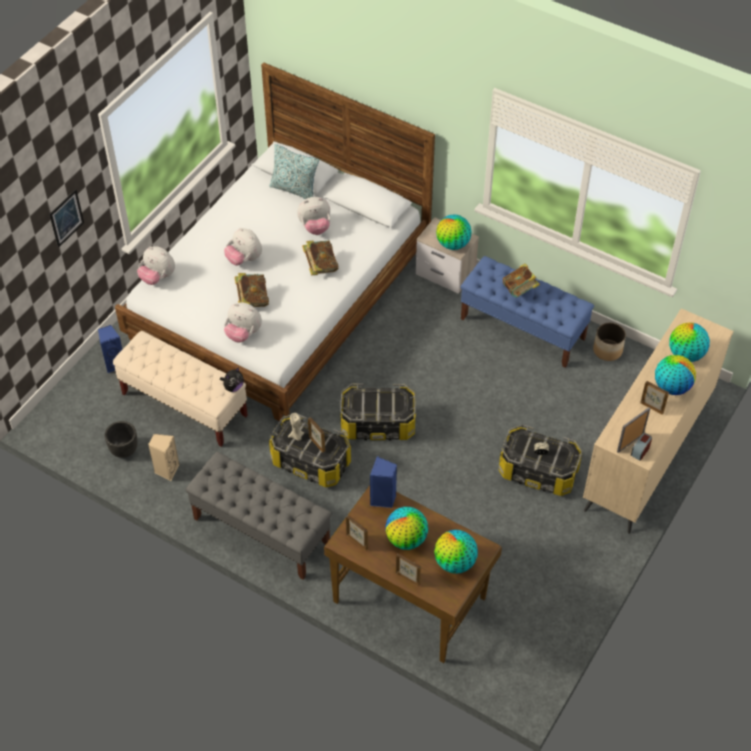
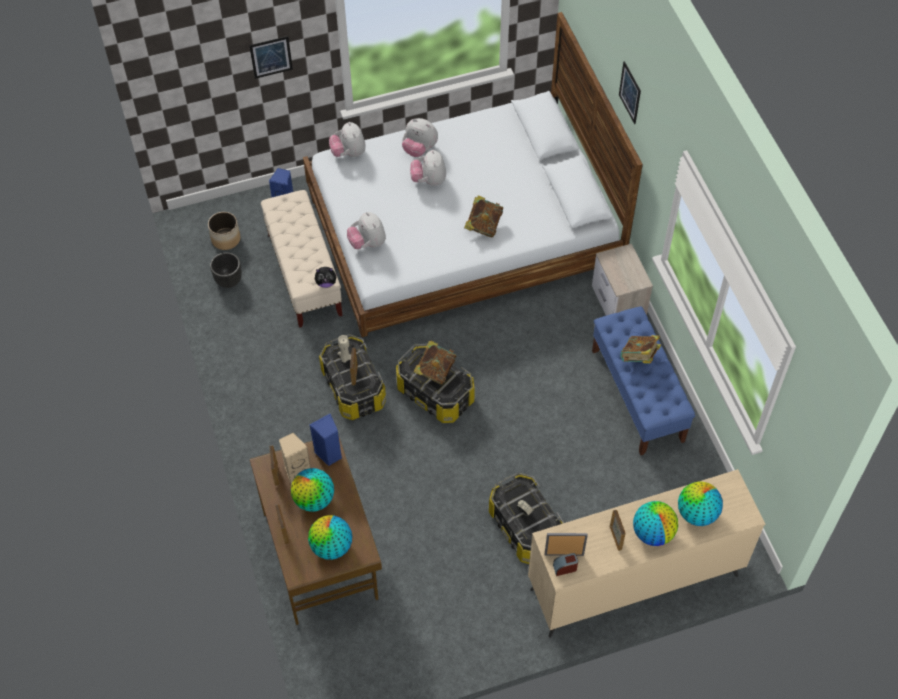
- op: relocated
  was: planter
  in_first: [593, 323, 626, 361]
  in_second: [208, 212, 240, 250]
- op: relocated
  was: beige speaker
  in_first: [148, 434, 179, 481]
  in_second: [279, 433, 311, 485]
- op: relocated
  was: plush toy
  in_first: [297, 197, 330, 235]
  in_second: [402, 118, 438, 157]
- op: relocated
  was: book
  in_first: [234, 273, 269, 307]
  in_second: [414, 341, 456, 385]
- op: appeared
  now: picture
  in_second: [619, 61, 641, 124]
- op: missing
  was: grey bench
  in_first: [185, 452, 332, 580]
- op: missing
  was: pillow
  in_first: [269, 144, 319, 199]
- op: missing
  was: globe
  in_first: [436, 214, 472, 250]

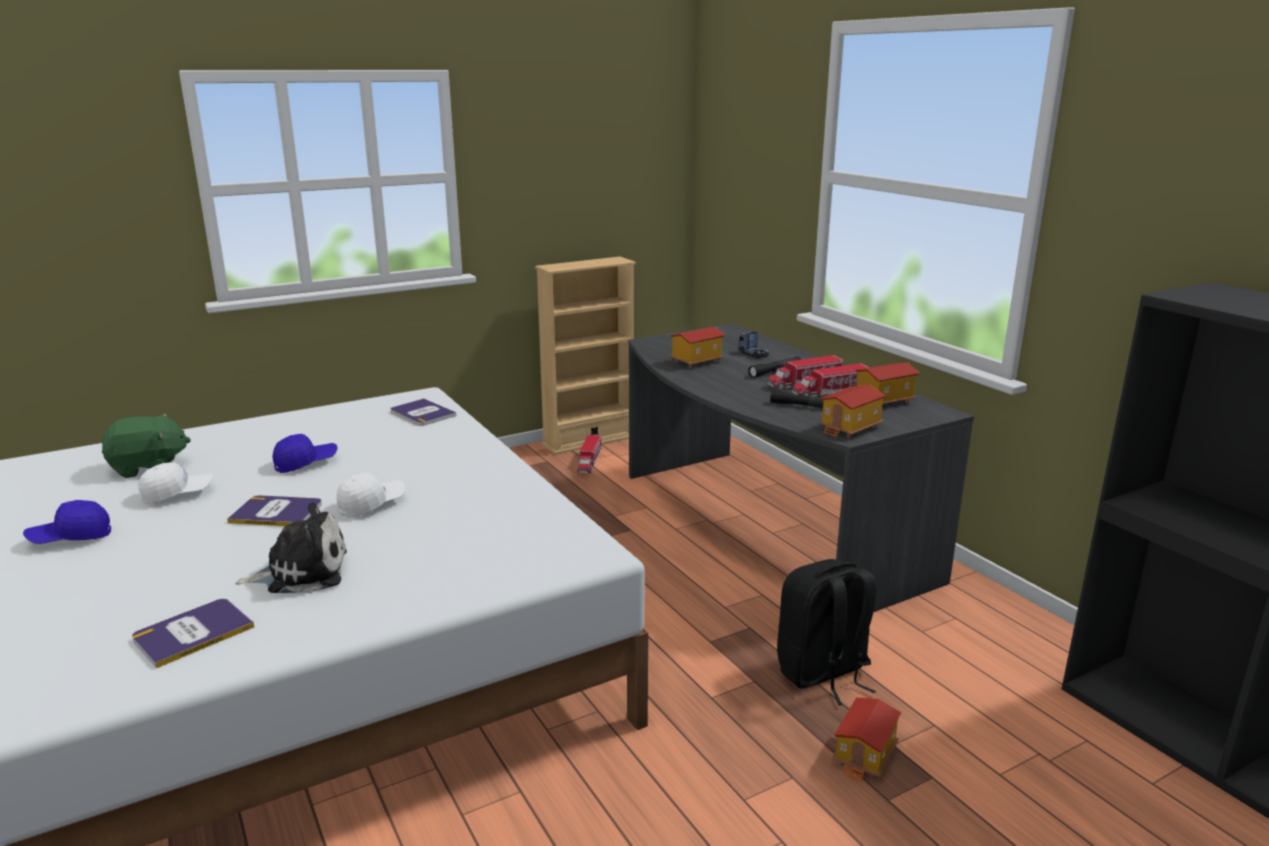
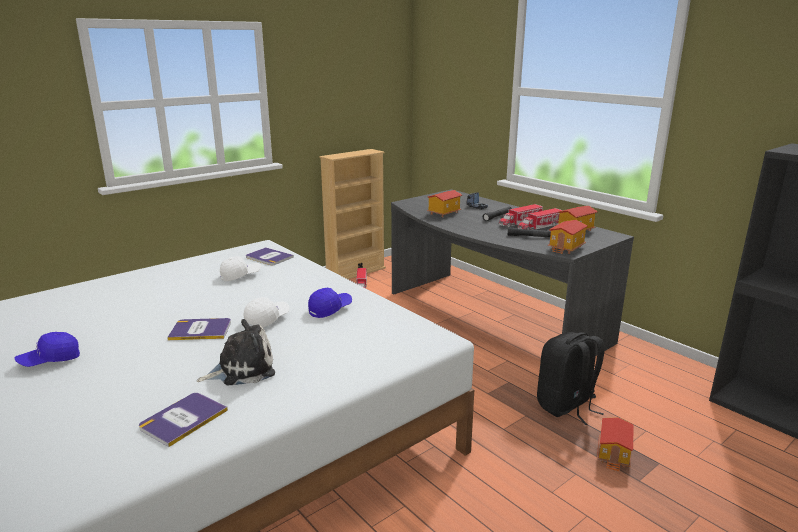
- op: relocated
  was: white cap
  in_first: [138, 462, 213, 504]
  in_second: [220, 256, 261, 281]
- op: relocated
  was: blue cap
  in_first: [272, 434, 337, 473]
  in_second: [308, 288, 352, 318]
- op: missing
  was: green plush toy
  in_first: [102, 413, 191, 478]

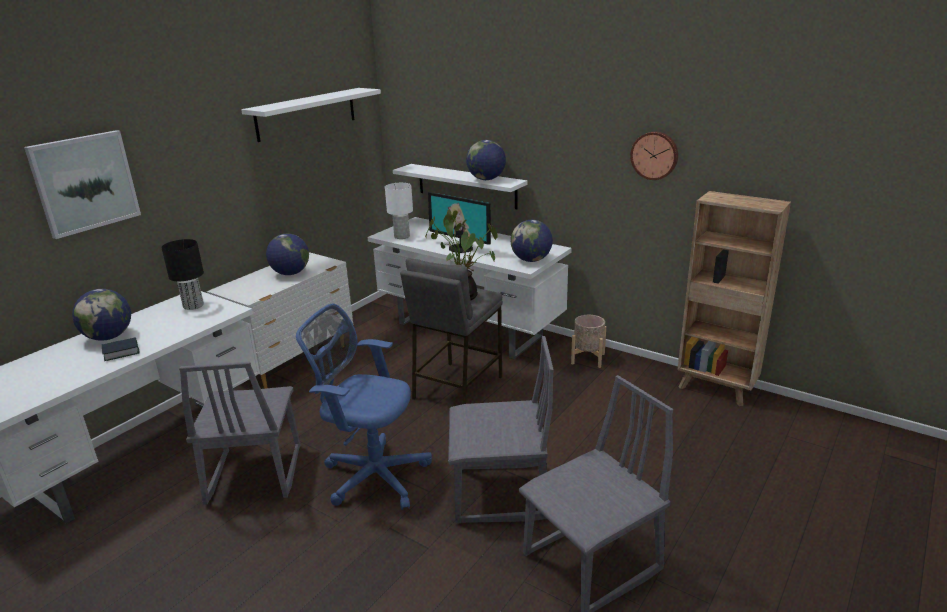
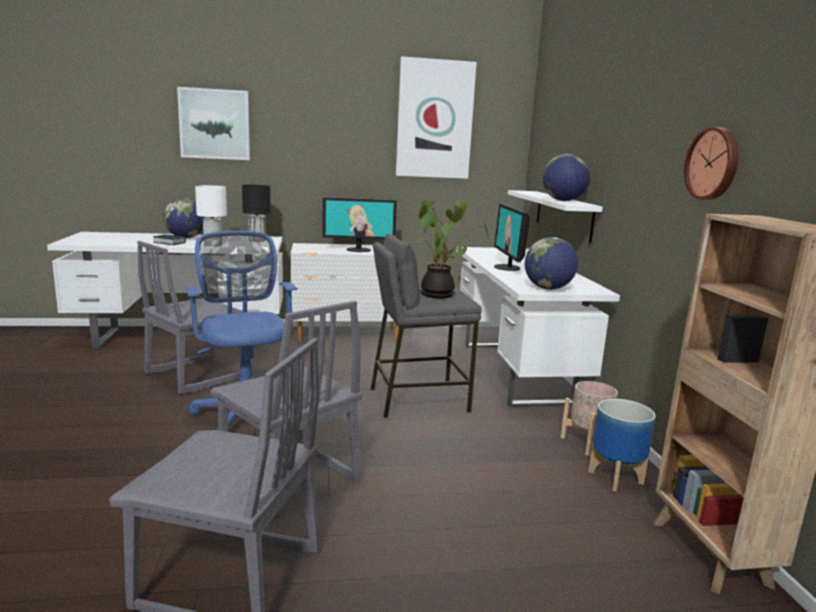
- op: relocated
  was: white table lamp
  in_first: [385, 183, 413, 239]
  in_second: [195, 185, 227, 246]
- op: exchanged
  was: globe
  now: monitor
  in_first: [266, 234, 309, 275]
  in_second: [322, 197, 397, 252]
- op: exchanged
  was: white shelf
  now: picture
  in_first: [241, 88, 381, 142]
  in_second: [396, 56, 477, 179]
- op: appeared
  now: planter
  in_second: [588, 399, 656, 491]

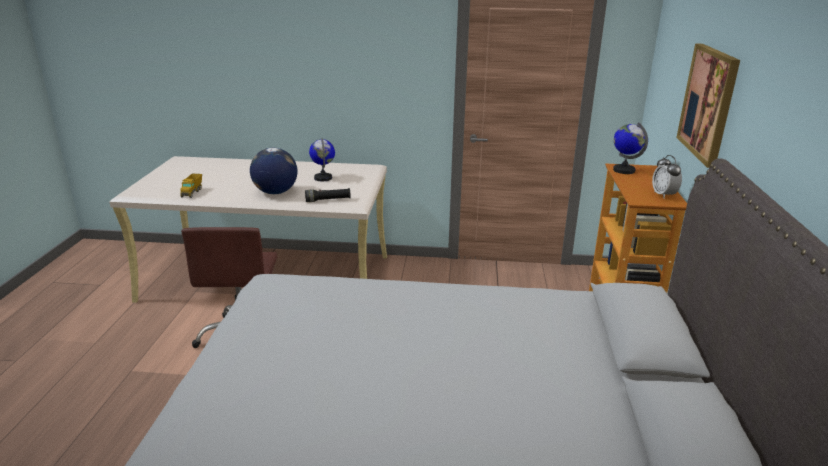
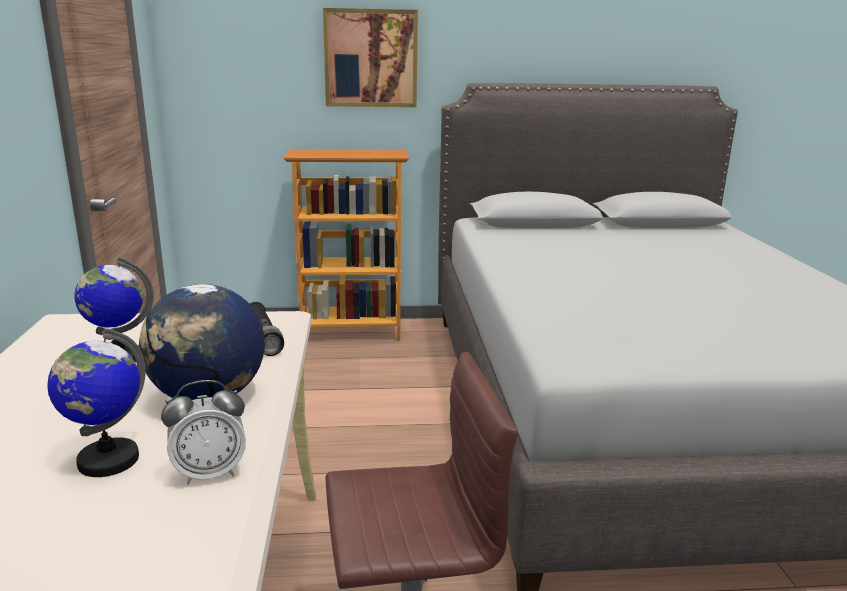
- op: relocated
  was: globe
  in_first: [613, 122, 648, 174]
  in_second: [47, 328, 146, 477]
- op: relocated
  was: alarm clock
  in_first: [652, 155, 682, 198]
  in_second: [161, 380, 246, 485]
- op: missing
  was: toy truck
  in_first: [180, 174, 202, 198]

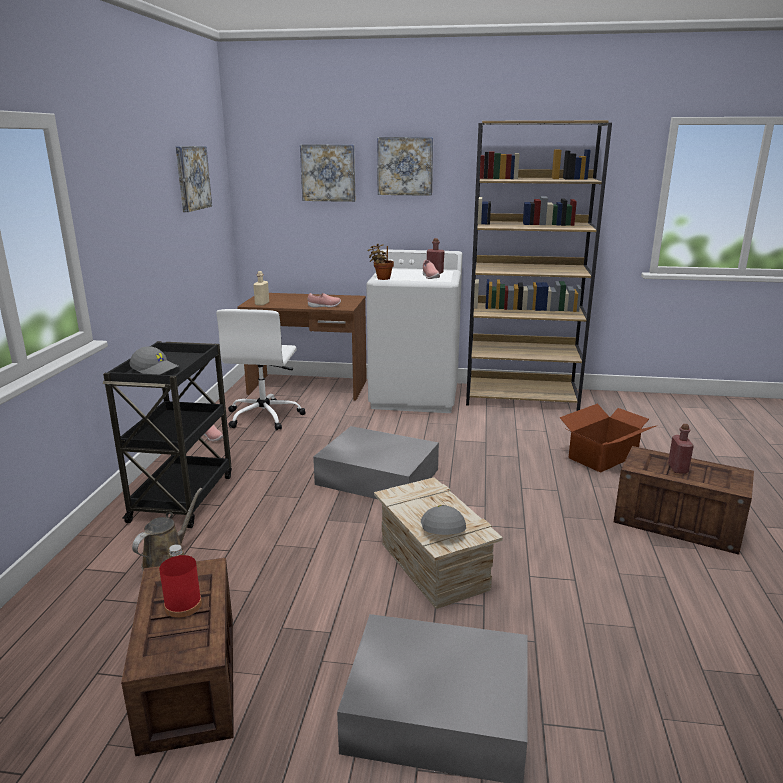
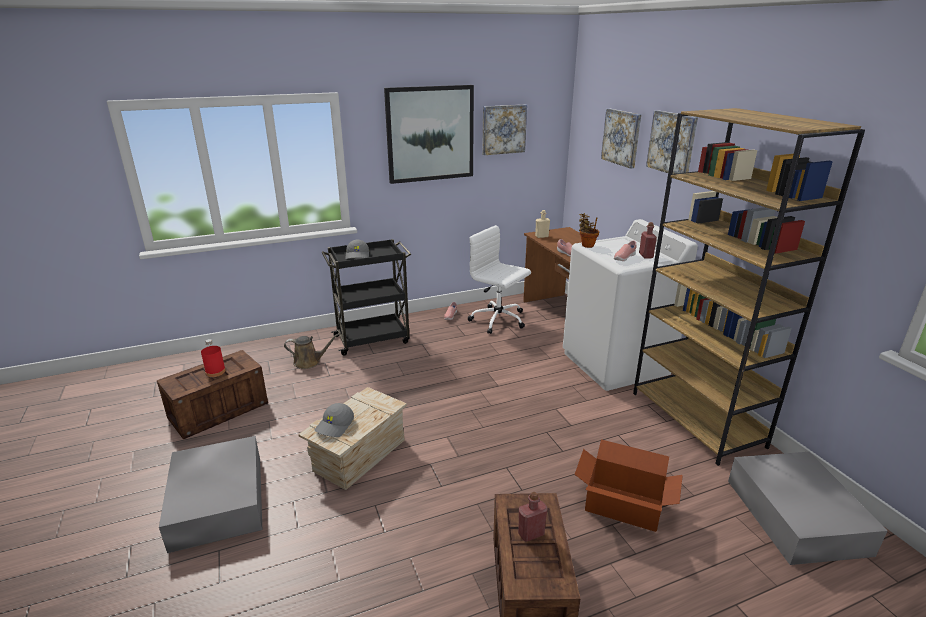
- op: spun
  was: grey cap
  in_first: [421, 505, 466, 535]
  in_second: [315, 403, 354, 437]
  clockwise: 150
- op: appeared
  now: picture
  in_second: [384, 85, 474, 184]
- op: spun
  was: white office chair
  in_first: [216, 309, 305, 430]
  in_second: [468, 225, 531, 334]
  clockwise: 60
- op: relocated
  was: grey storage box
  in_first: [313, 426, 439, 499]
  in_second: [728, 452, 887, 565]

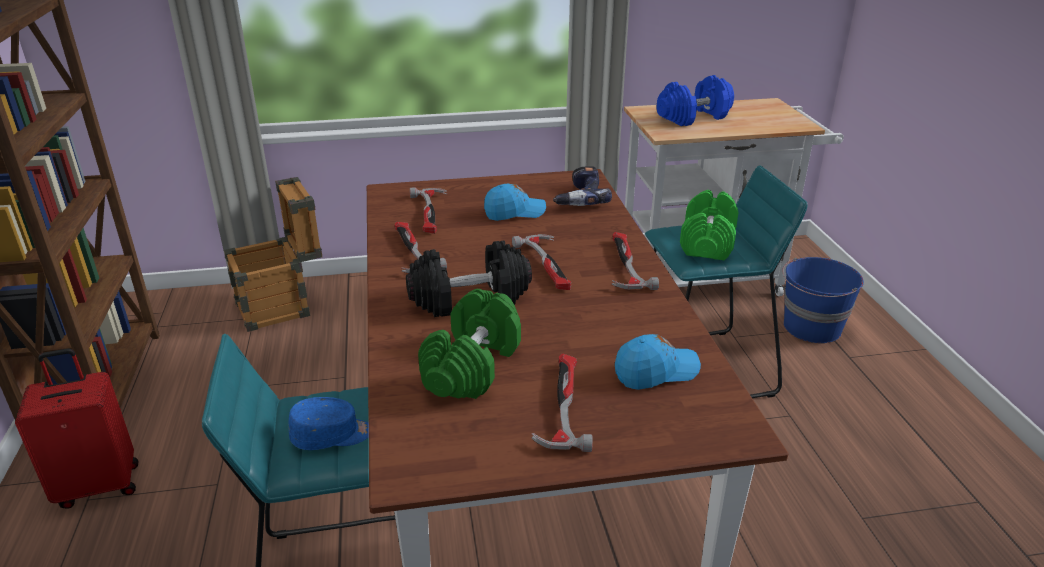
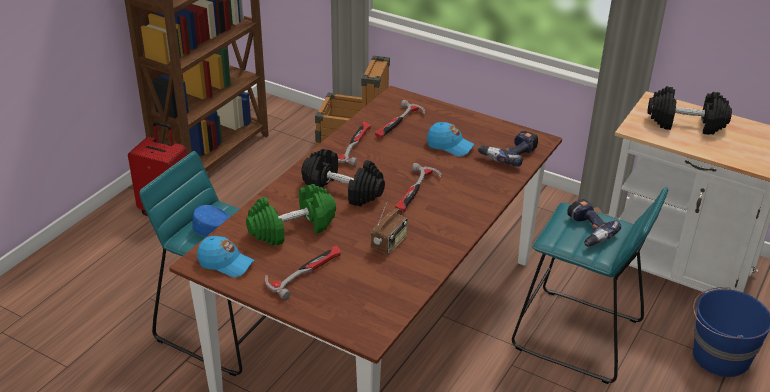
- op: relocated
  was: blue cap
  in_first: [615, 334, 701, 390]
  in_second: [197, 236, 254, 277]
- op: appeared
  now: radio
  in_second: [371, 200, 408, 255]
- op: exchanged
  was: green dumbbell
  now: power drill
  in_first: [680, 190, 739, 260]
  in_second: [567, 199, 621, 247]
- op: colour
  was: blue dumbbell
  now: black dumbbell
  in_first: [656, 75, 734, 126]
  in_second: [647, 86, 732, 135]
- op: missing
  was: hammer
  in_first: [612, 232, 659, 290]

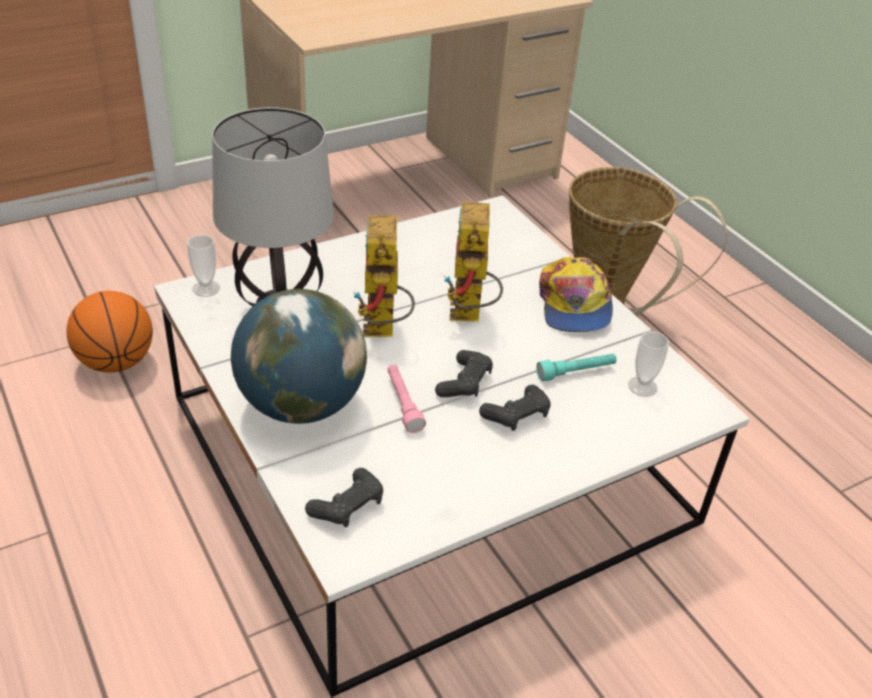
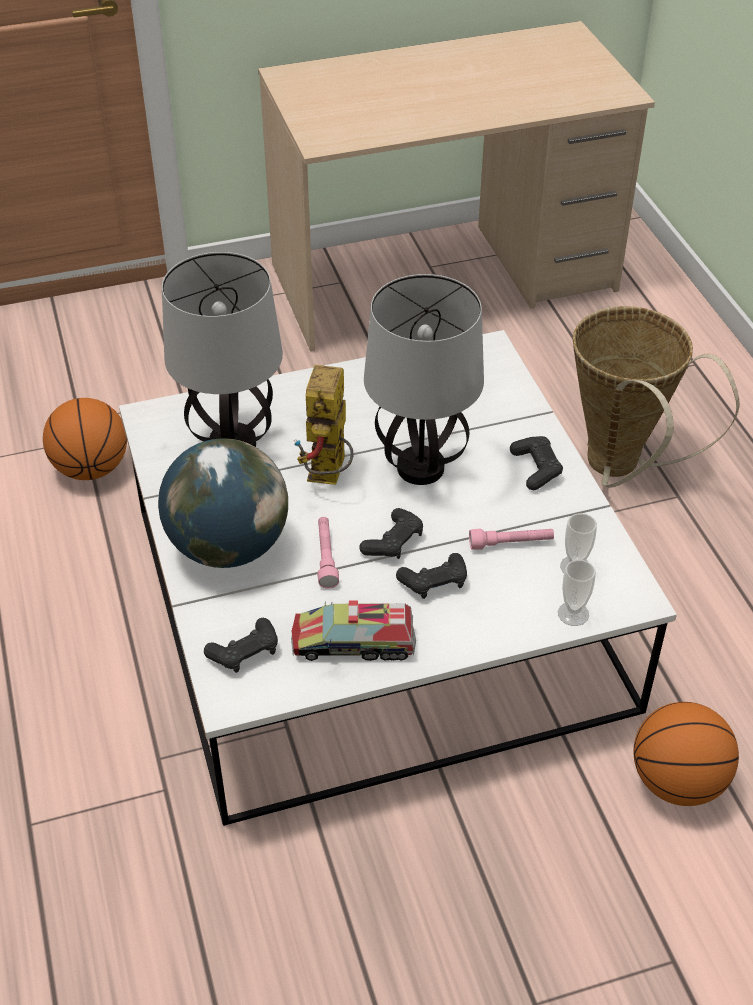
- op: appeared
  now: toy truck
  in_second: [291, 601, 416, 661]
- op: exchanged
  was: toy robot
  now: table lamp
  in_first: [444, 202, 503, 322]
  in_second: [364, 274, 484, 485]
- op: colour
  was: turquoise flashlight
  now: pink flashlight
  in_first: [536, 354, 617, 381]
  in_second: [469, 528, 554, 550]
- op: exchanged
  was: cap
  now: black game controller
  in_first: [539, 257, 613, 332]
  in_second: [510, 436, 563, 490]
- op: relocated
  was: cup
  in_first: [187, 235, 220, 297]
  in_second: [558, 560, 596, 626]
- op: appeared
  now: basketball
  in_second: [634, 702, 739, 806]

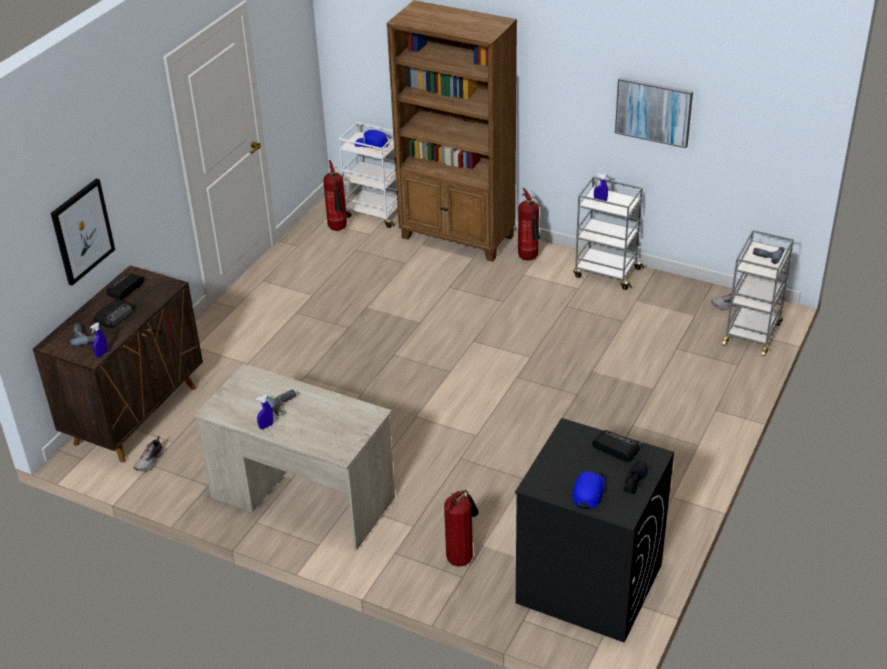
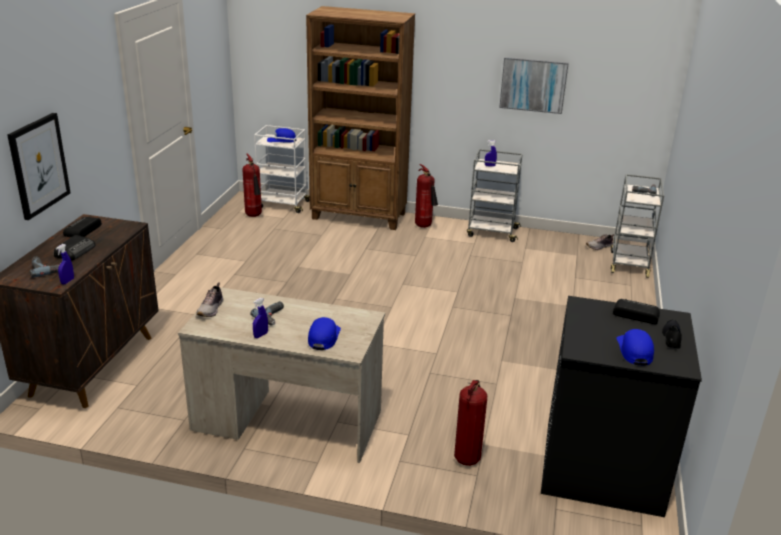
- op: relocated
  was: shoe
  in_first: [134, 436, 163, 472]
  in_second: [196, 282, 223, 317]
- op: appeared
  now: blue cap
  in_second: [308, 317, 341, 350]

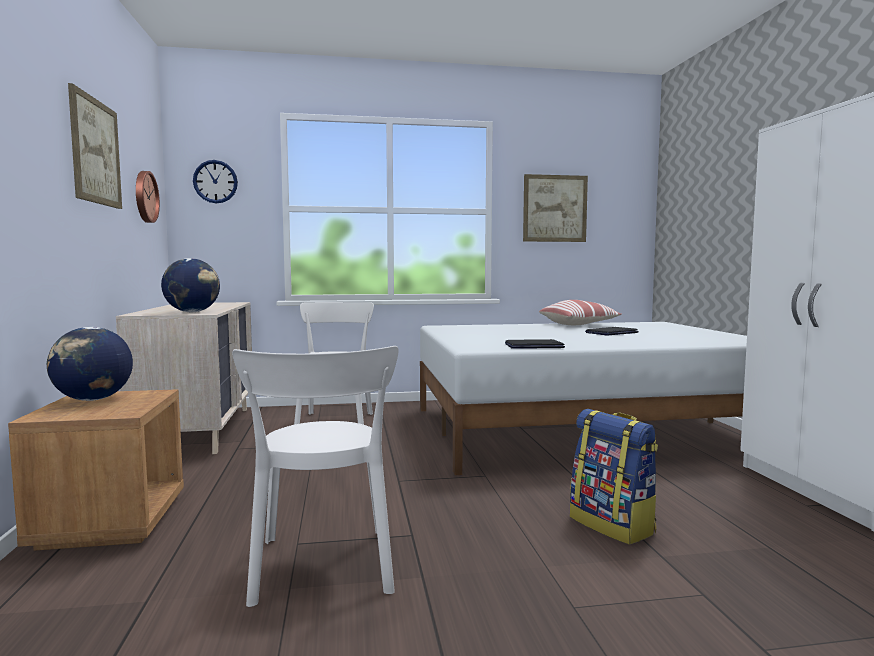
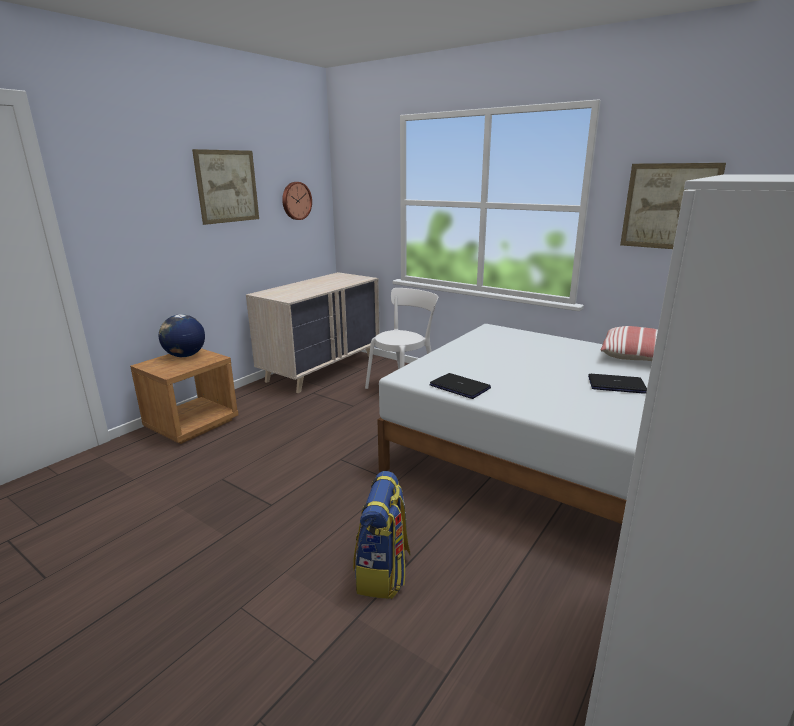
- op: missing
  was: globe
  in_first: [161, 258, 220, 312]
- op: missing
  was: wall clock
  in_first: [193, 160, 238, 203]
- op: missing
  was: white chair
  in_first: [232, 346, 399, 607]

